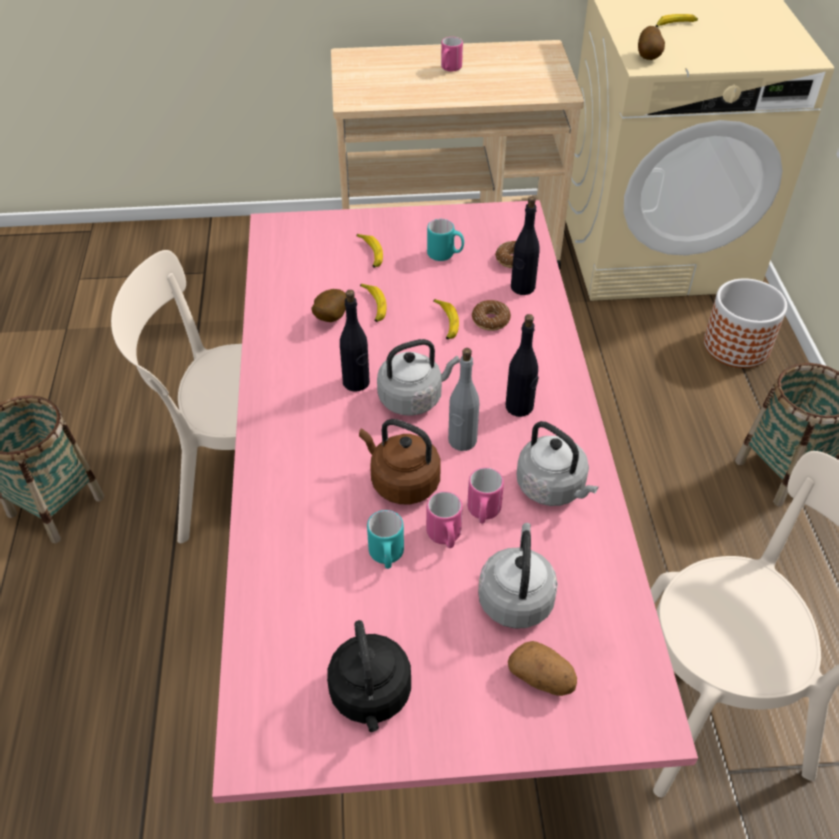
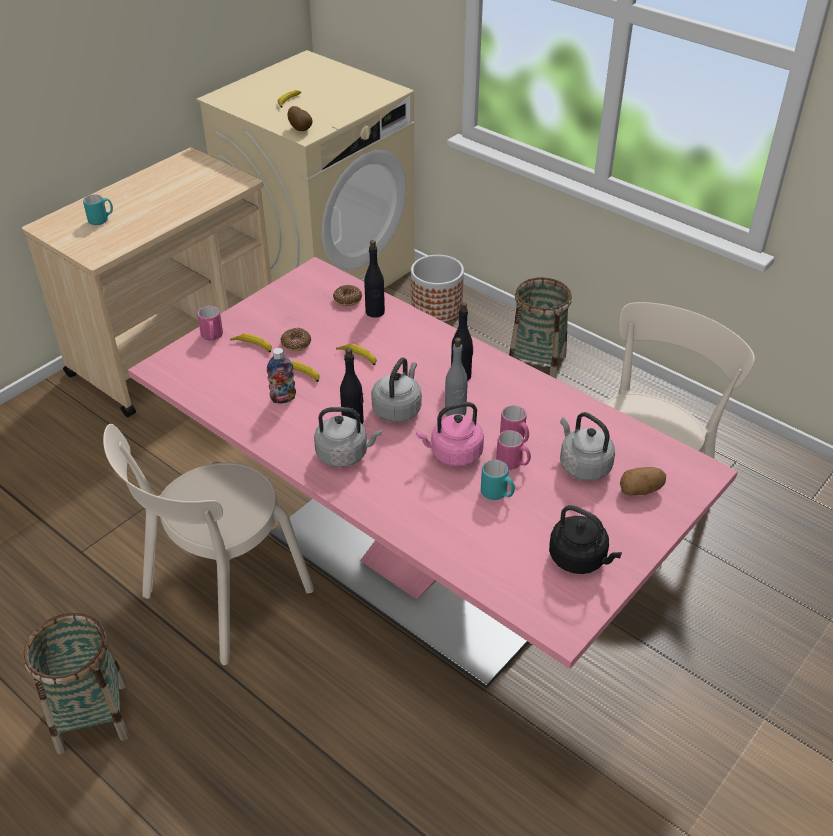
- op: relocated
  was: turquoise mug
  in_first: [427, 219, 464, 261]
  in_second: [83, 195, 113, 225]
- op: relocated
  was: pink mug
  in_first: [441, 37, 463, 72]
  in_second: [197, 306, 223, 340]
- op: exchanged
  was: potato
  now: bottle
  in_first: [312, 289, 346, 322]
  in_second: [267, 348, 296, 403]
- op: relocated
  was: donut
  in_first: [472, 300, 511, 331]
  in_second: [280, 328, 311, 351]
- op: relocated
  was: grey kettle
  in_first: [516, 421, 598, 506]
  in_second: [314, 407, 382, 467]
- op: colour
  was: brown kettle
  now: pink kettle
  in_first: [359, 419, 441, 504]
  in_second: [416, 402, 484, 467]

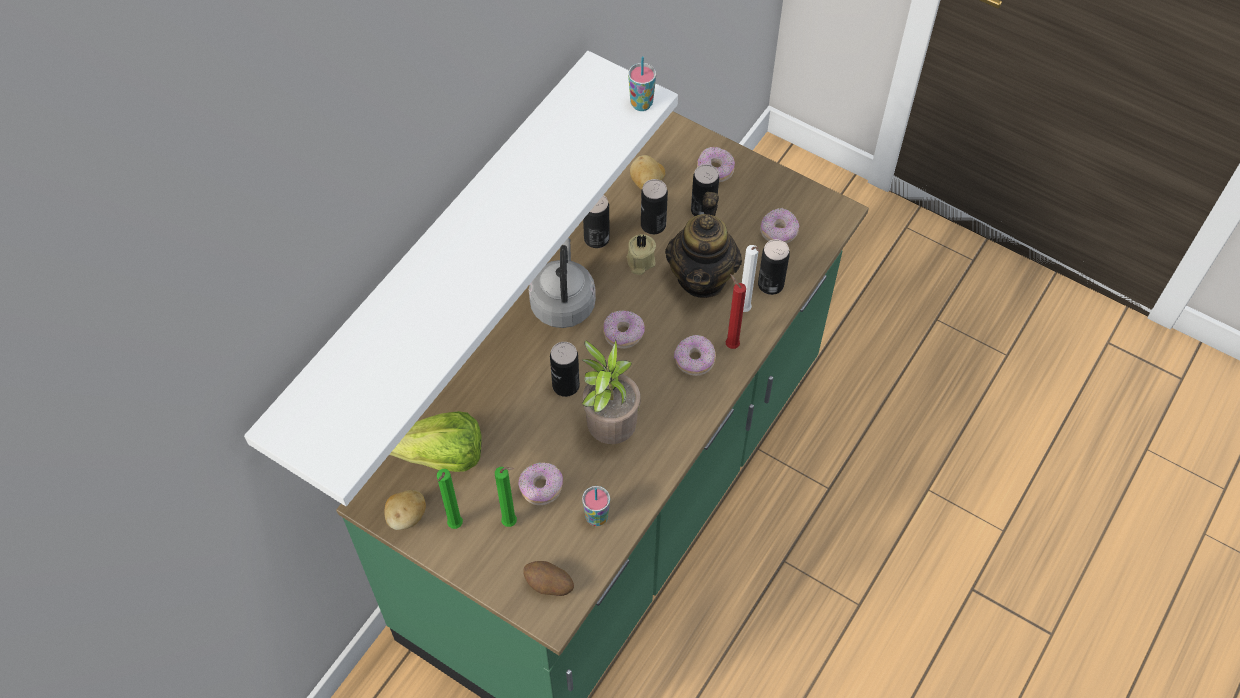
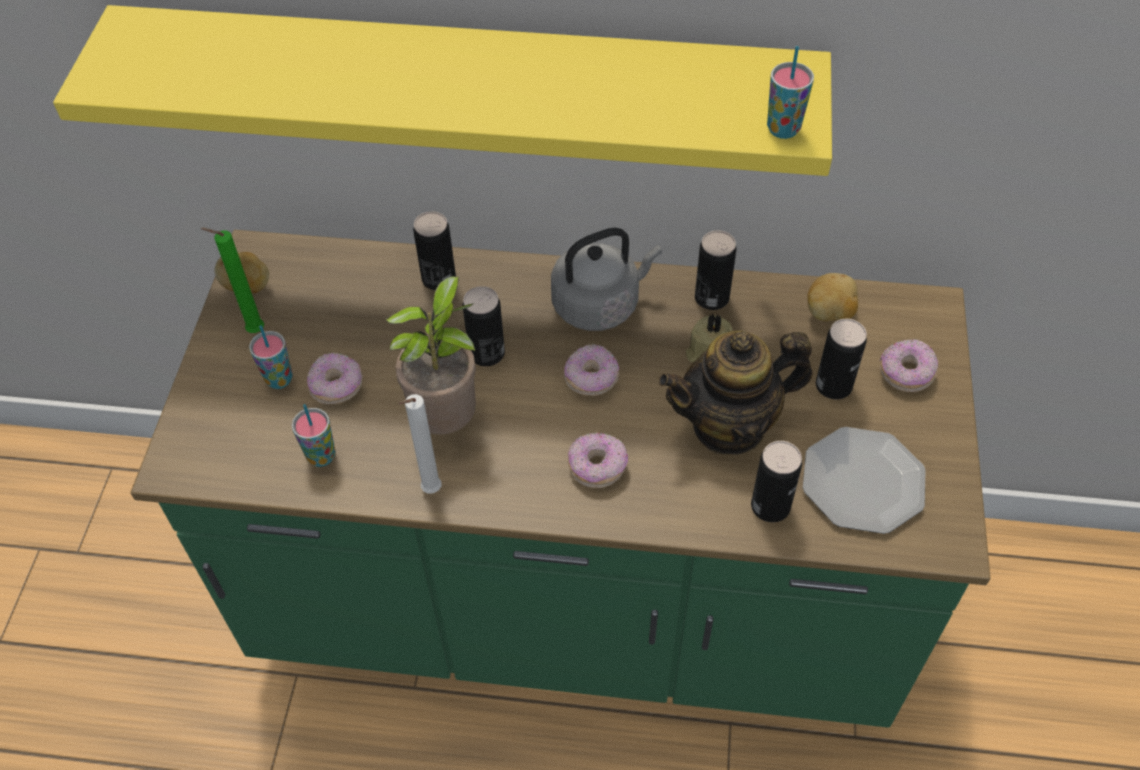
- op: colour
  was: white shelf
  now: yellow shelf
  in_first: [244, 51, 678, 506]
  in_second: [53, 5, 832, 176]
- op: exchanged
  was: green candle
  now: cup
  in_first: [495, 467, 517, 527]
  in_second: [249, 325, 293, 389]
- op: relocated
  was: white candle
  in_first: [742, 245, 760, 312]
  in_second: [398, 394, 442, 494]
- op: relocated
  was: can
  in_first: [641, 179, 668, 234]
  in_second: [413, 211, 456, 290]
- op: exchanged
  was: donut
  now: plate
  in_first: [760, 208, 799, 244]
  in_second: [803, 427, 926, 534]
- op: missing
  was: lettuce
  in_first: [389, 411, 481, 472]
- op: missing
  was: potato
  in_first: [523, 561, 574, 596]
- op: missing
  was: red candle
  in_first: [726, 274, 746, 349]

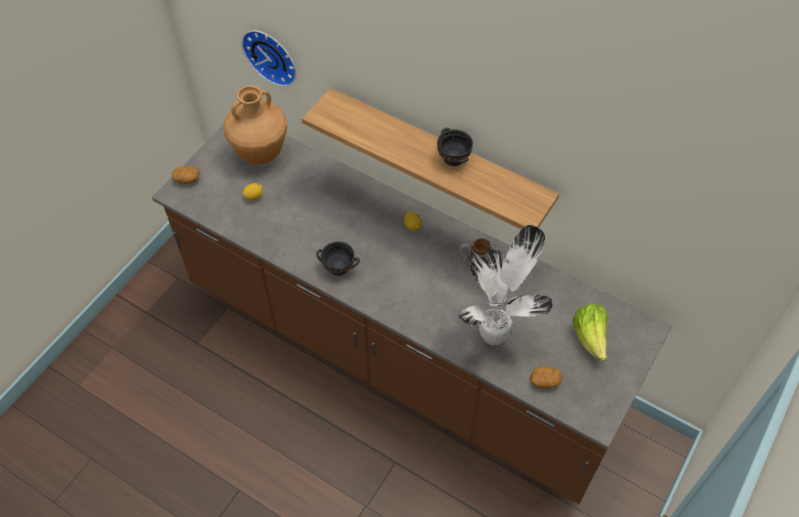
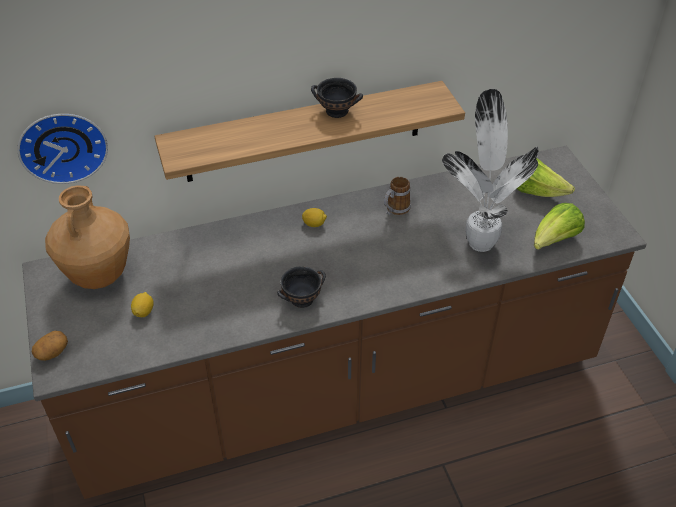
- op: exchanged
  was: potato
  now: lettuce
  in_first: [530, 366, 562, 389]
  in_second: [534, 203, 585, 250]

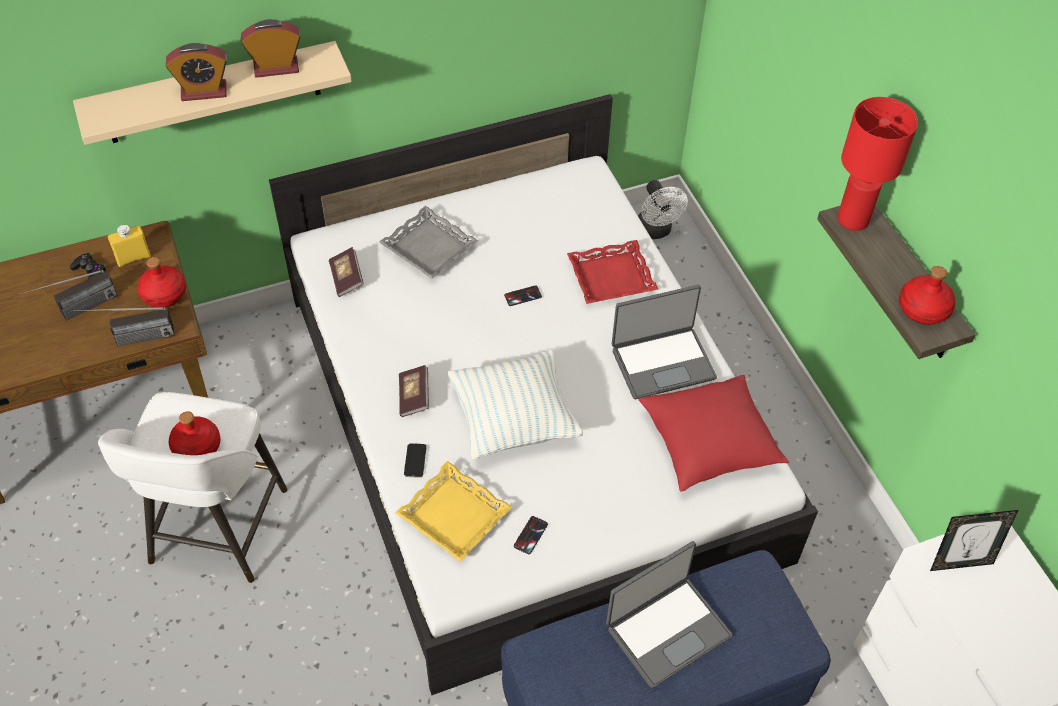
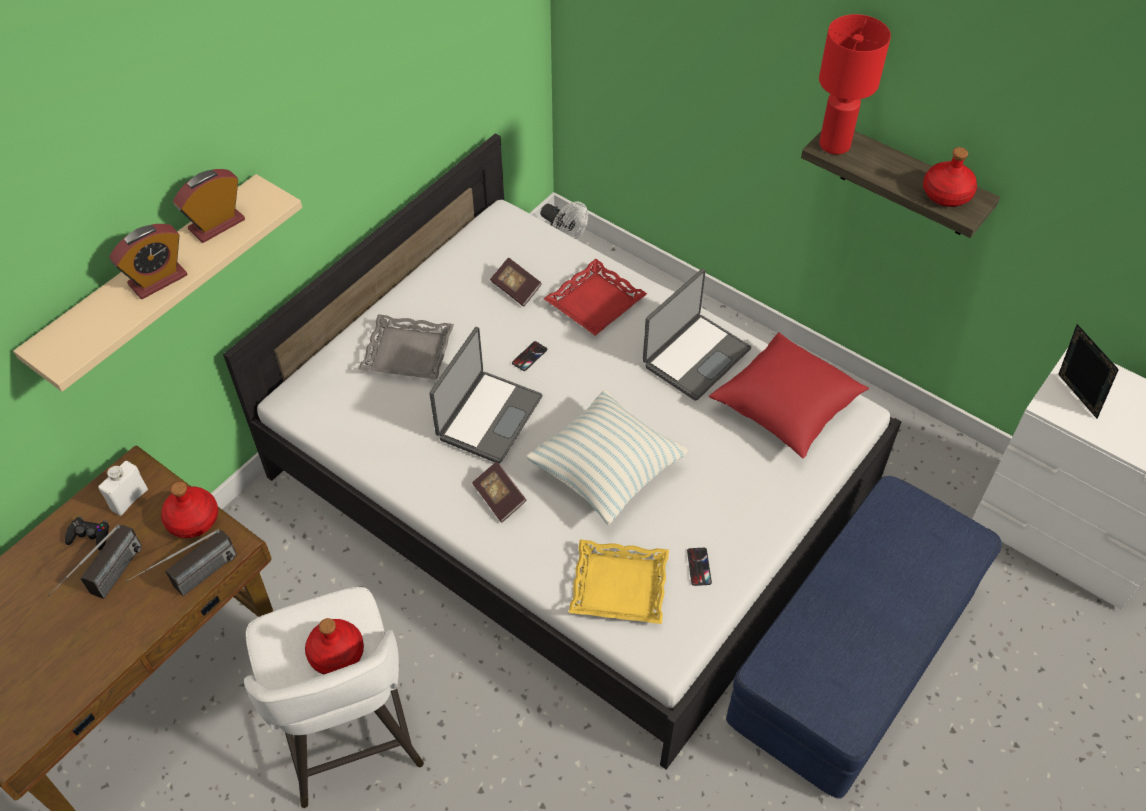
- op: colour
  was: yellow bottle
  now: white bottle
  in_first: [108, 225, 151, 267]
  in_second: [98, 461, 148, 516]
- op: relocated
  was: laptop
  in_first: [606, 541, 732, 688]
  in_second: [429, 327, 543, 464]
- op: relocated
  was: book
  in_first: [329, 247, 364, 297]
  in_second: [490, 257, 542, 307]
- op: spun
  was: picture frame
  in_first: [930, 510, 1018, 571]
  in_second: [1058, 324, 1119, 419]
  clockwise: -75
- op: missing
  was: phone
  in_first: [404, 443, 427, 478]

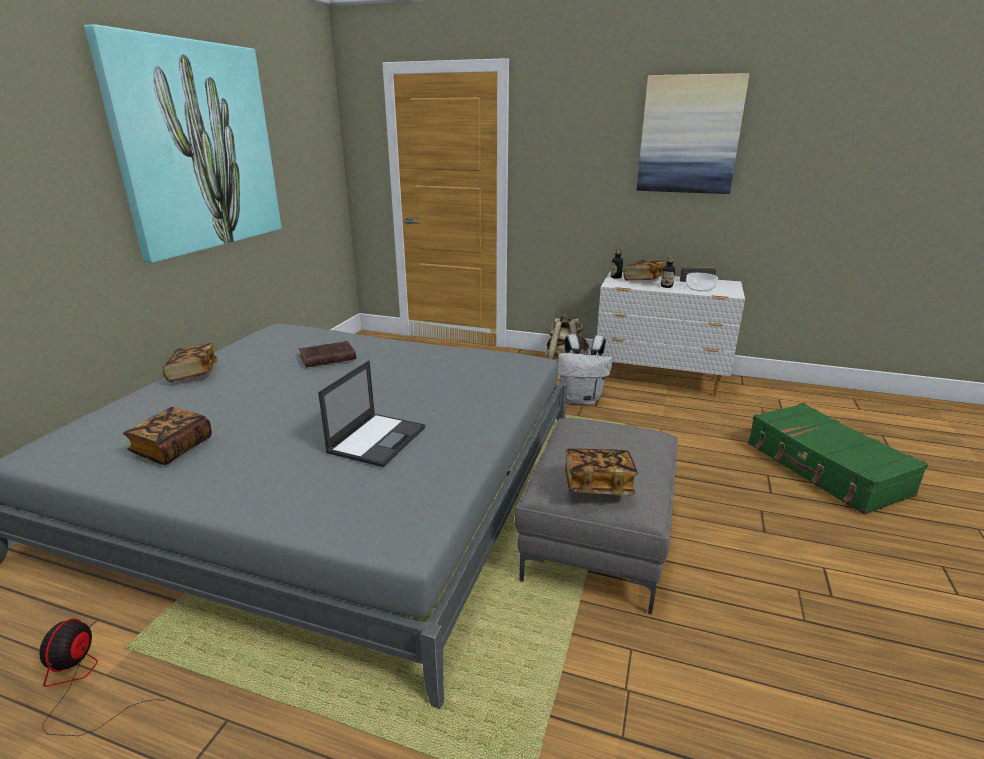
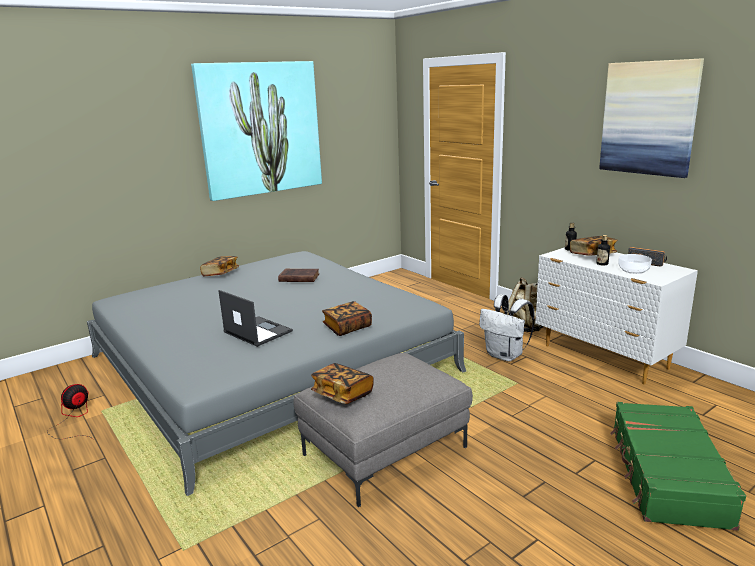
- op: spun
  was: laptop
  in_first: [318, 360, 425, 467]
  in_second: [218, 290, 293, 347]
  clockwise: -105
- op: relocated
  was: book
  in_first: [123, 407, 212, 465]
  in_second: [322, 301, 372, 336]

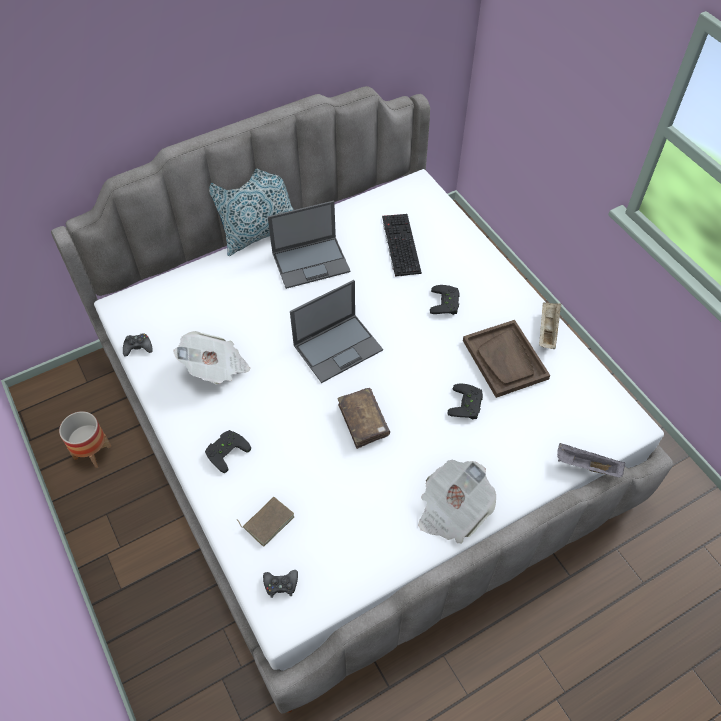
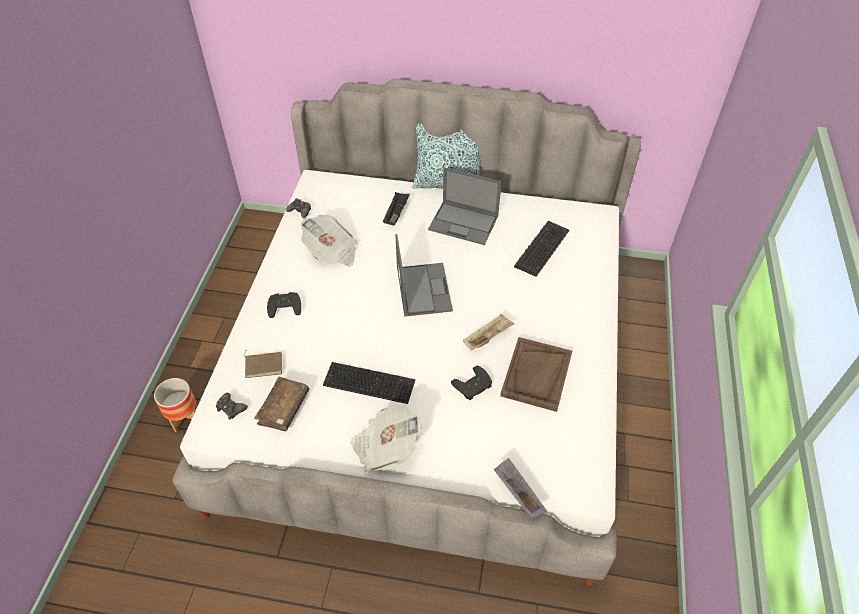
- op: relocated
  was: planter
  in_first: [59, 411, 111, 468]
  in_second: [154, 378, 196, 432]
- op: relocated
  was: brown book
  in_first: [337, 388, 390, 449]
  in_second: [254, 377, 309, 431]
- op: appeared
  now: keyboard
  in_second: [323, 362, 415, 404]
- op: appeared
  now: black tray
  in_second: [383, 192, 410, 225]
- op: spun
  was: laptop
  in_first: [290, 280, 383, 383]
  in_second: [395, 234, 453, 317]
  clockwise: -105
- op: relocated
  was: beige tray
  in_first: [539, 302, 561, 349]
  in_second: [463, 314, 515, 350]
- op: missing
  was: black game controller
  in_first: [430, 285, 460, 315]

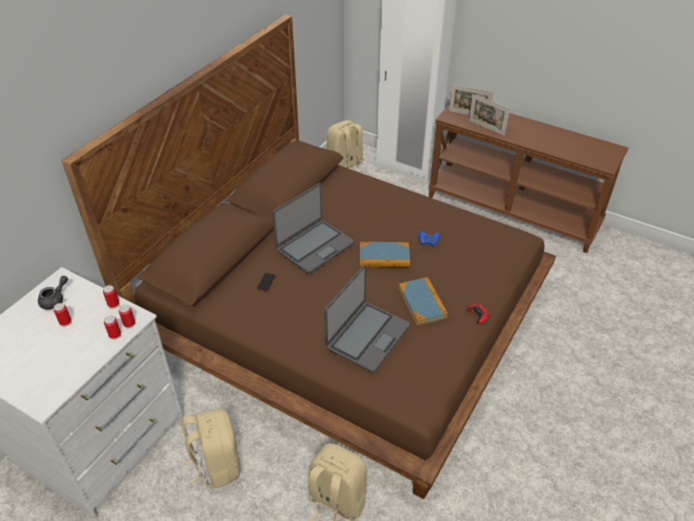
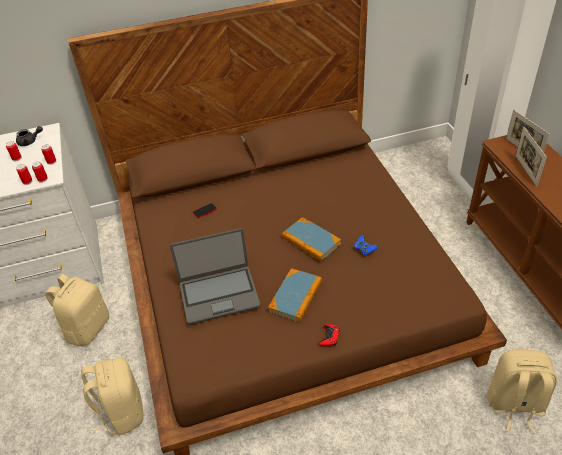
- op: relocated
  was: beige backpack
  in_first: [327, 120, 365, 172]
  in_second: [487, 349, 557, 434]
- op: missing
  was: laptop
  in_first: [272, 183, 354, 274]

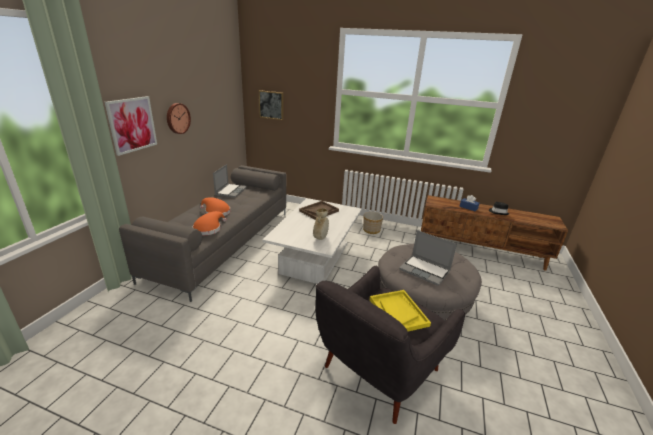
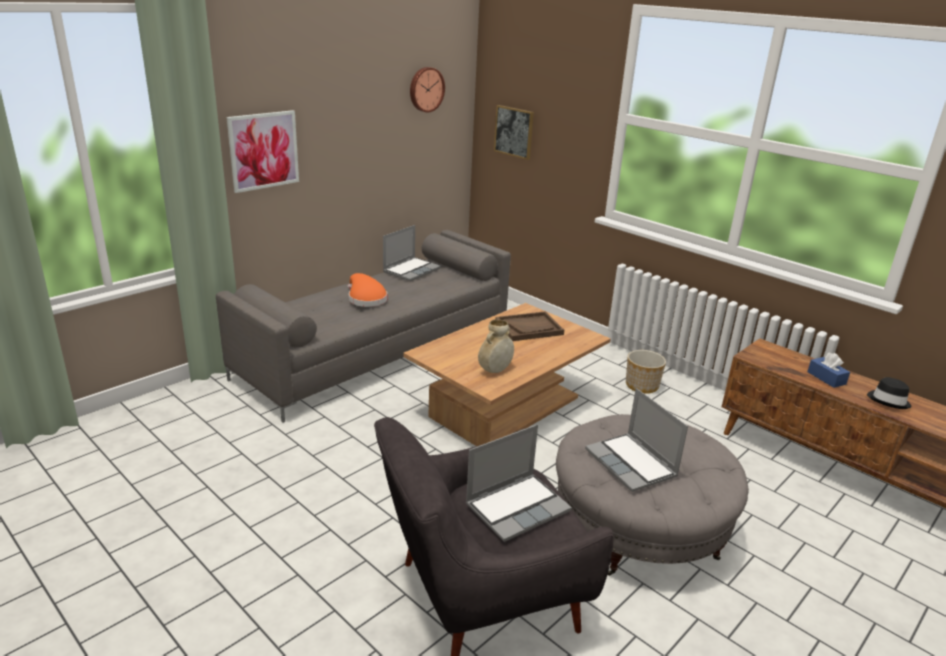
- op: colour
  was: white coffee table
  now: brown coffee table
  in_first: [262, 198, 362, 284]
  in_second: [403, 303, 611, 446]
- op: relocated
  was: wall clock
  in_first: [167, 103, 191, 134]
  in_second: [410, 67, 445, 112]
- op: exchanged
  was: yellow tray
  now: laptop
  in_first: [370, 290, 431, 332]
  in_second: [466, 424, 572, 542]
- op: missing
  was: orange hat
  in_first: [193, 211, 227, 235]

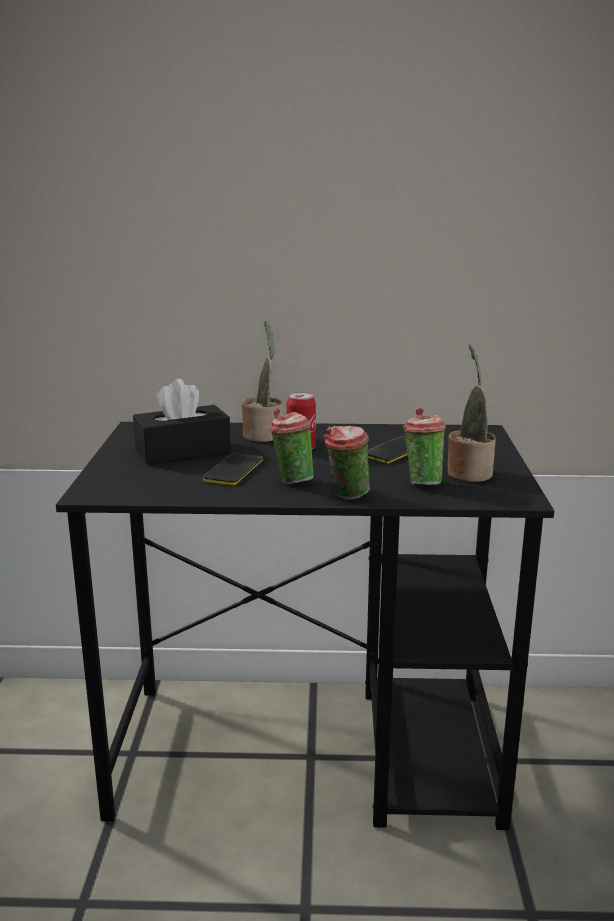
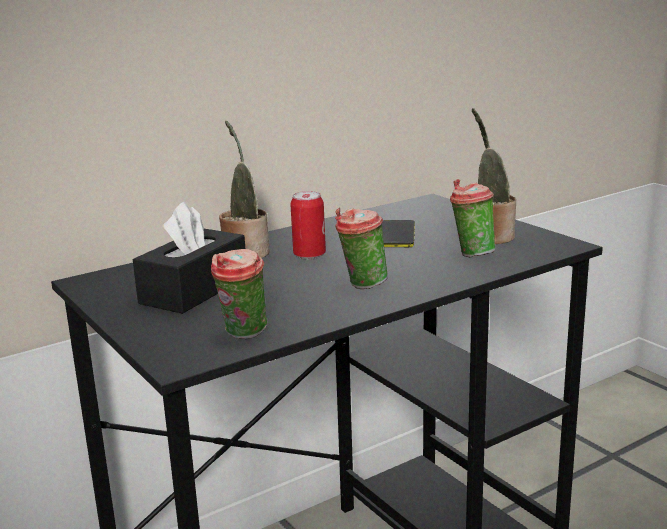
- op: relocated
  was: cup
  in_first: [324, 426, 370, 500]
  in_second: [211, 249, 267, 339]
- op: missing
  was: phone
  in_first: [203, 453, 263, 485]

